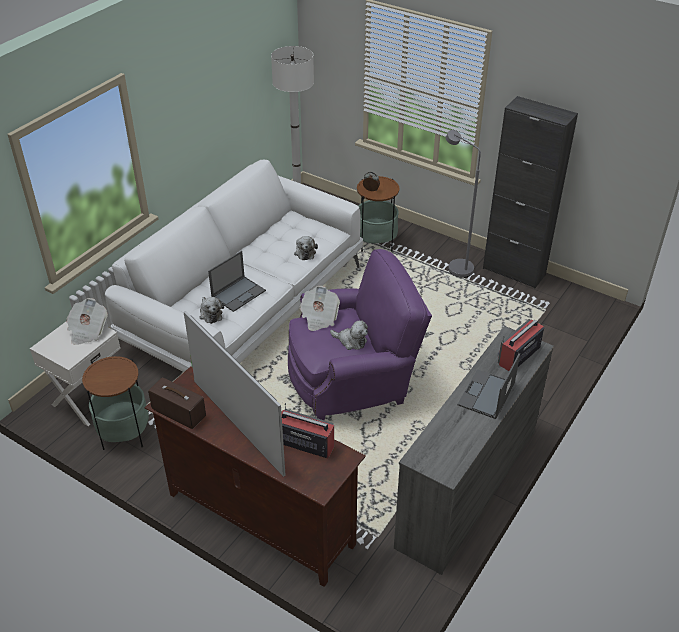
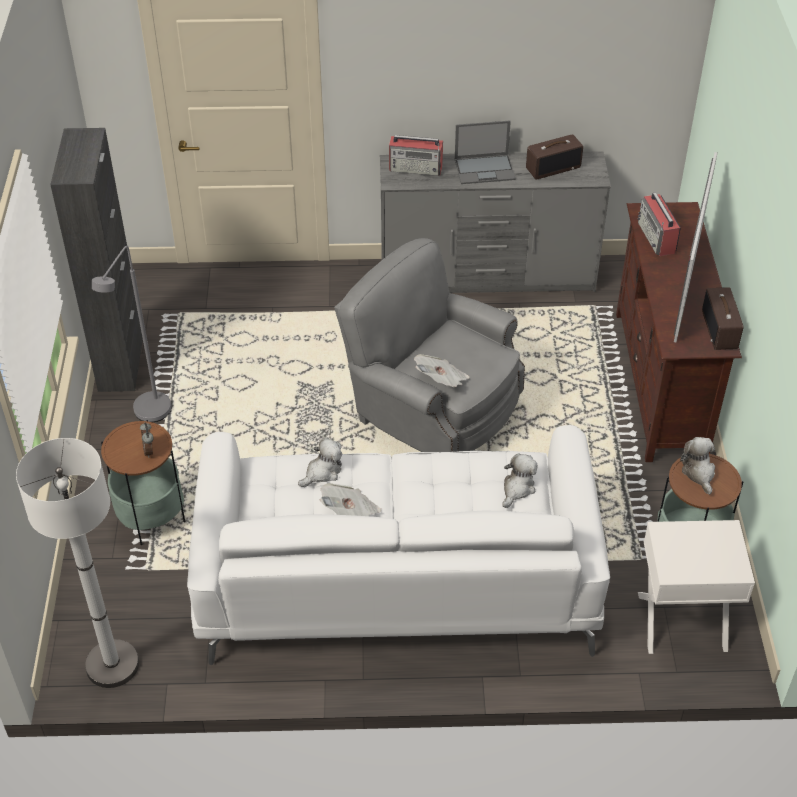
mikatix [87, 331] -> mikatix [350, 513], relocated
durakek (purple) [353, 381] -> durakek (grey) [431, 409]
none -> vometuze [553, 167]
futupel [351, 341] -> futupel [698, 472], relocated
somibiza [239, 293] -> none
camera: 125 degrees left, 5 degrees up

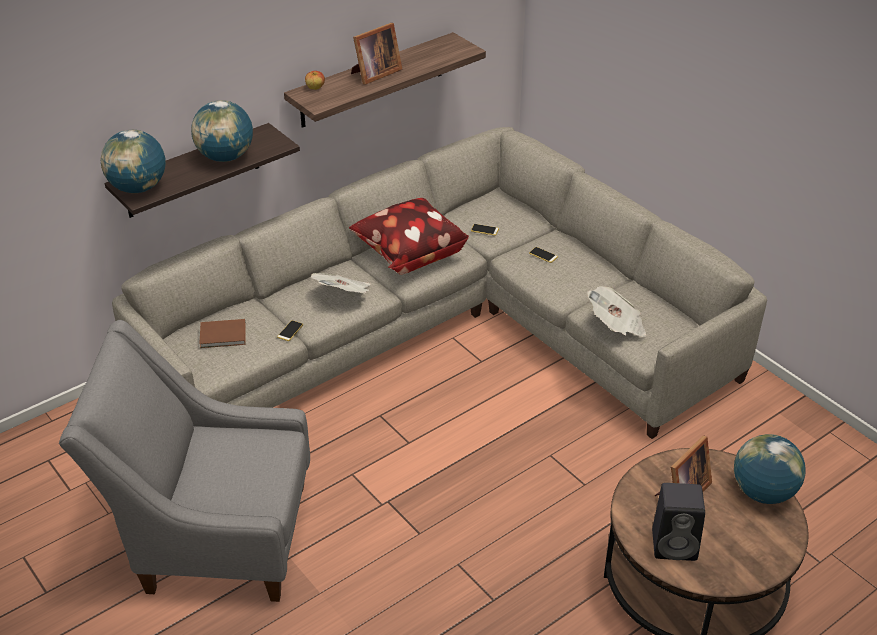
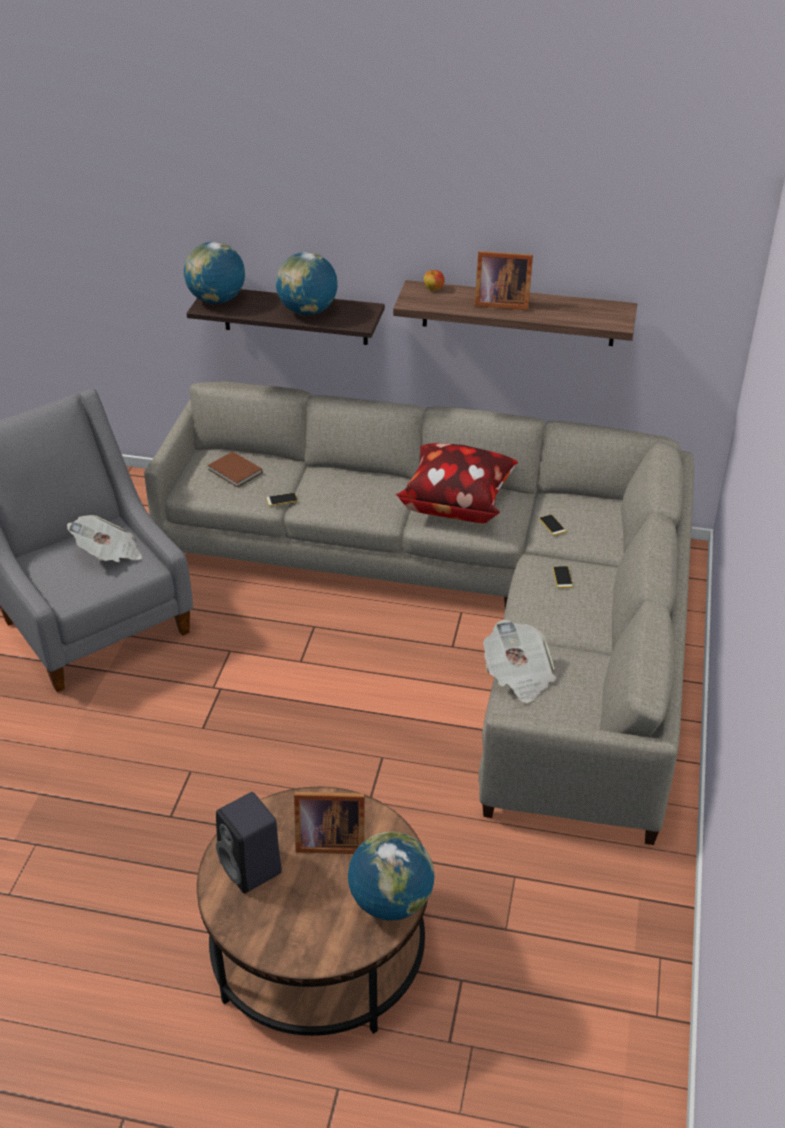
mikatix [344, 295] -> mikatix [108, 554], relocated
camera: 50 degrees right, 0 degrees up

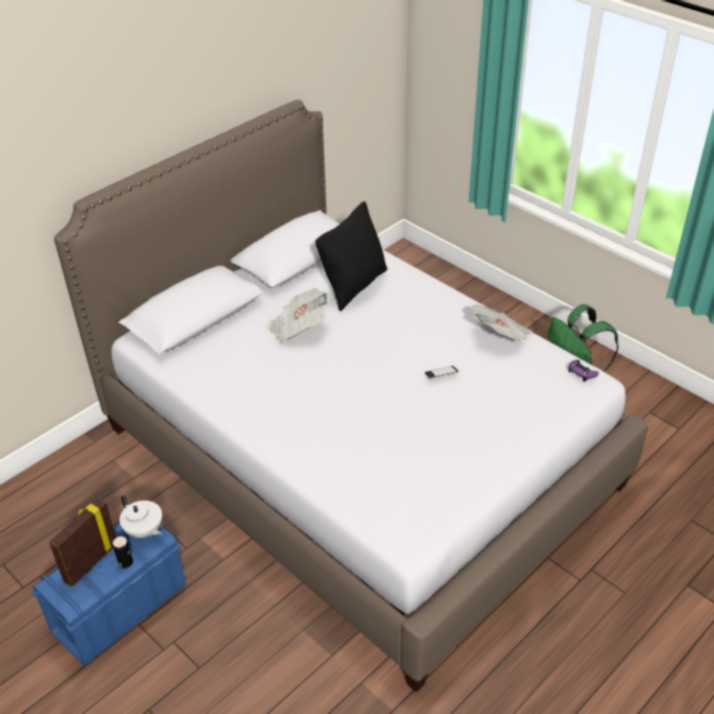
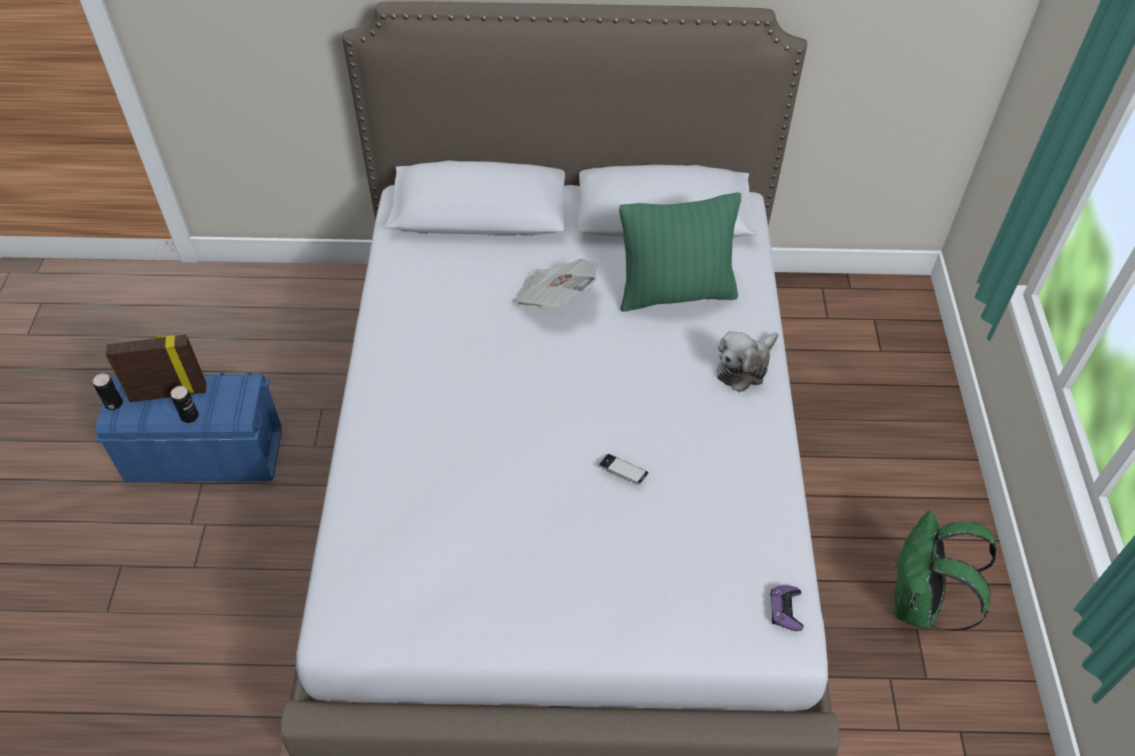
none -> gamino [114, 404]
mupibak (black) [354, 286] -> mupibak (green) [675, 293]
none -> futupel [744, 366]
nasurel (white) [144, 531] -> none
mikatix [500, 336] -> none
camera: 45 degrees right, 10 degrees up

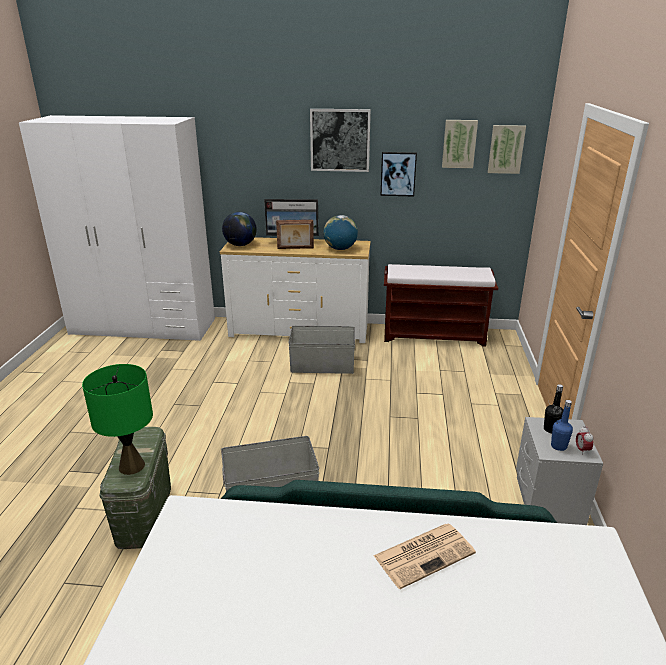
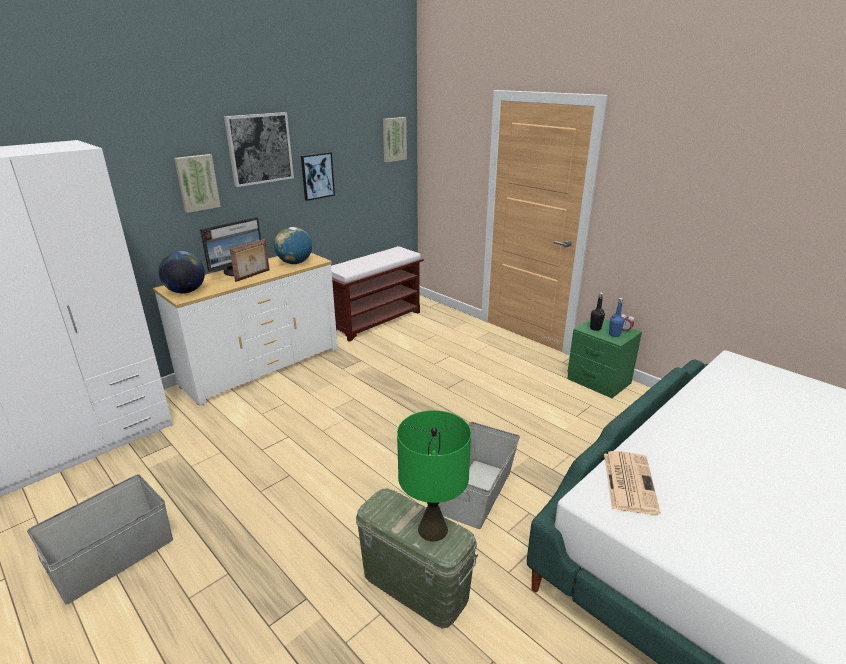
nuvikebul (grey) [322, 365] -> nuvikebul (grey) [112, 557], relocated
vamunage [459, 143] -> vamunage [197, 183], relocated
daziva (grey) [548, 501] -> daziva (green) [598, 381]
mikatix [425, 554] -> mikatix [628, 481], relocated
camera: 50 degrees left, 0 degrees up

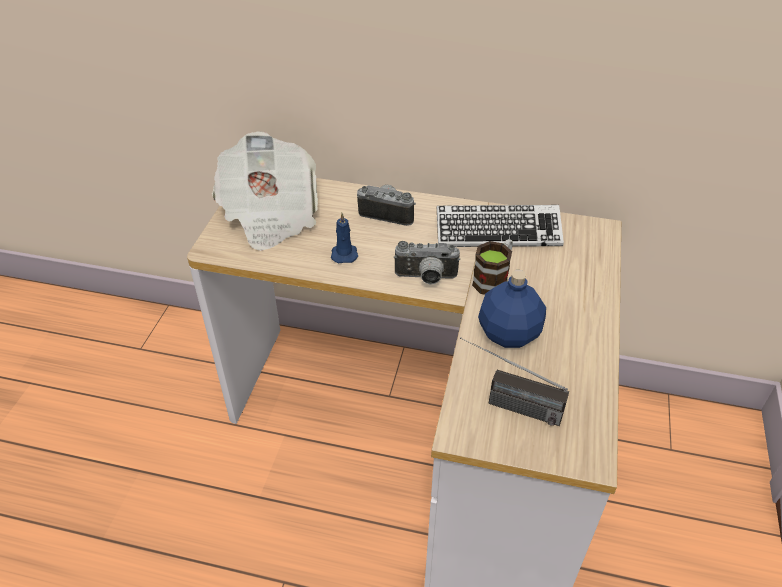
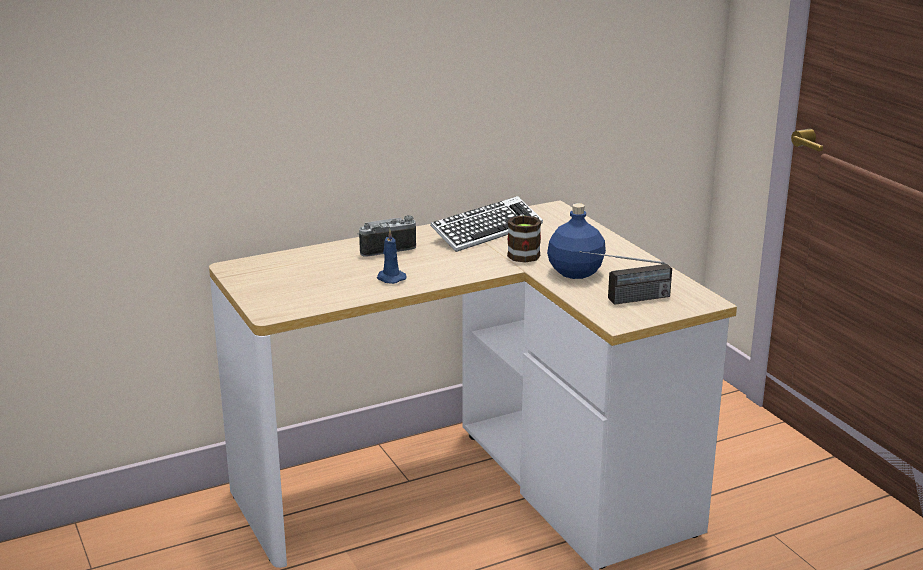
mikatix [270, 214] -> none
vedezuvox [426, 278] -> none
camera: 40 degrees left, 20 degrees down

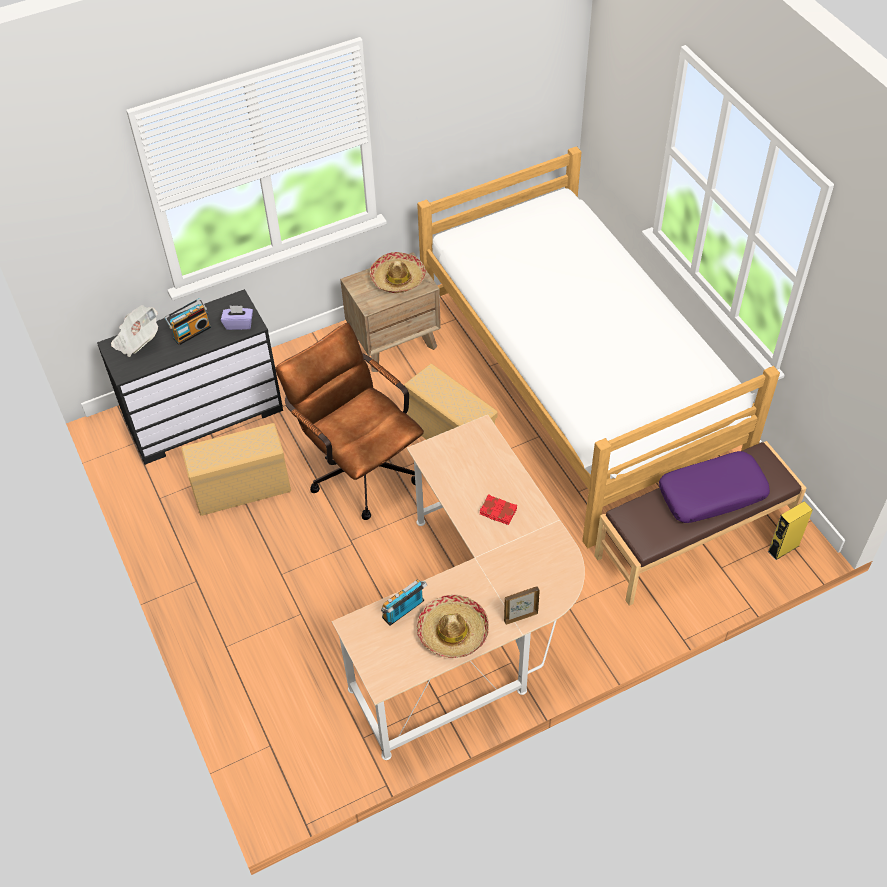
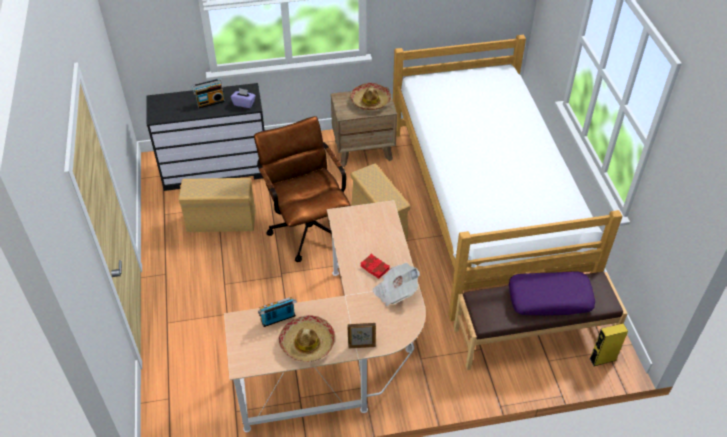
mikatix [137, 340] -> mikatix [395, 291], relocated
camera: 15 degrees right, 5 degrees down

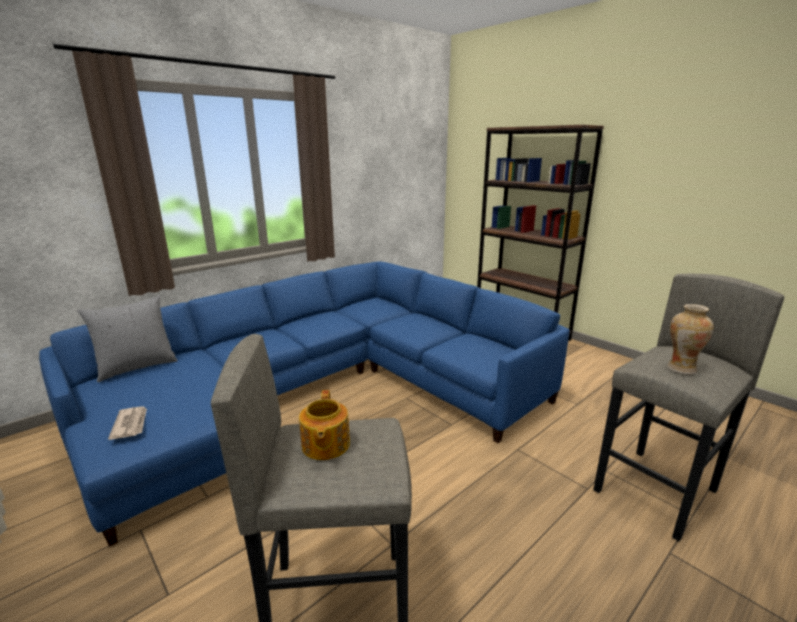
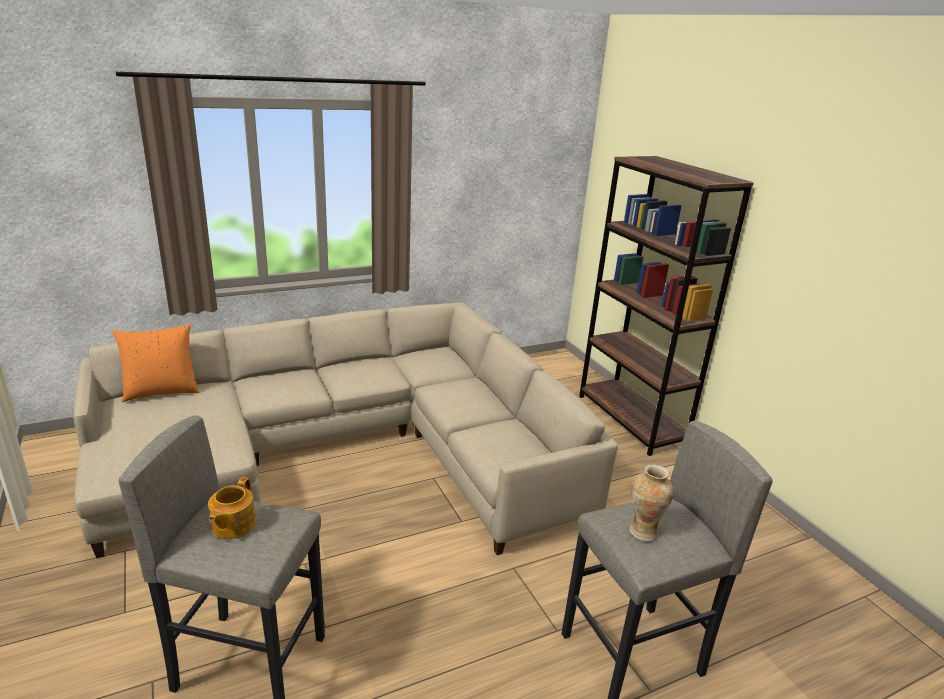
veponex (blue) [320, 393] -> veponex (beige) [346, 451]
mupibak (grey) [137, 367] -> mupibak (orange) [161, 392]
mikatix [131, 424] -> none
camera: 15 degrees right, 5 degrees up

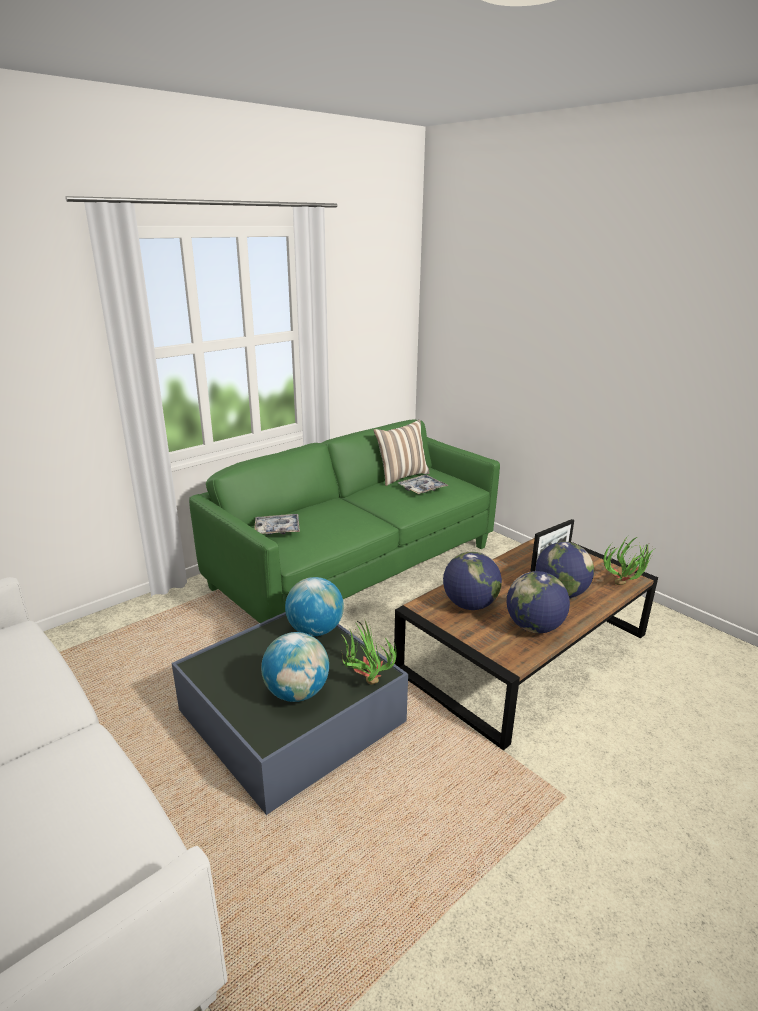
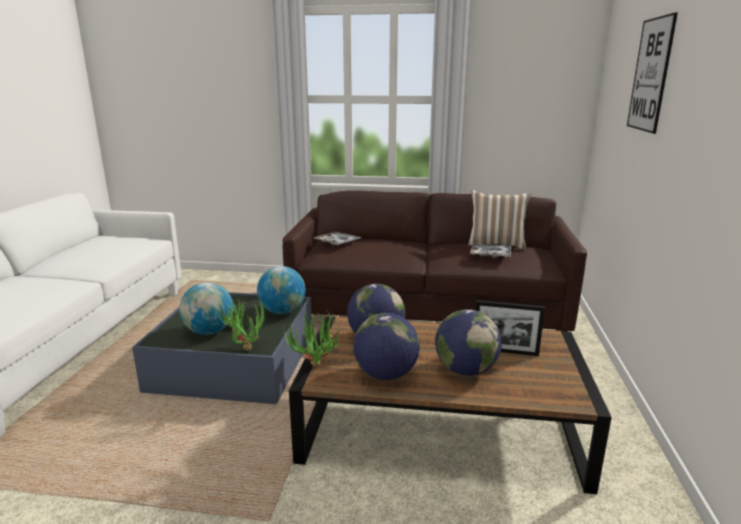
veponex (green) [357, 567] -> veponex (brown) [428, 312]
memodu [625, 586] -> memodu [316, 370], relocated
none -> vamunage [650, 75]
camera: 50 degrees right, 5 degrees down

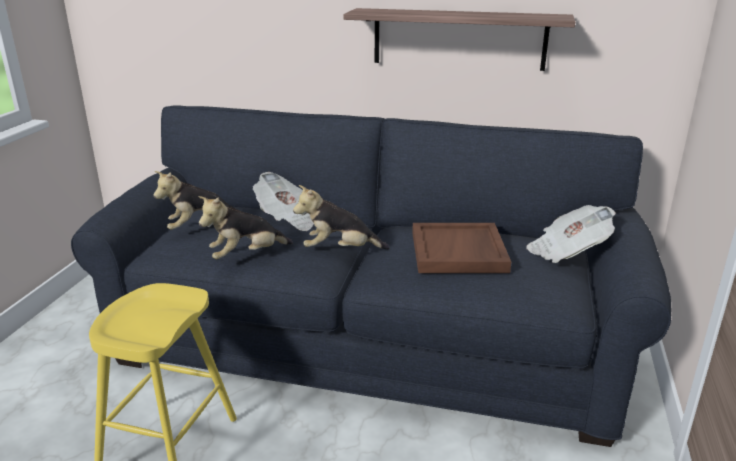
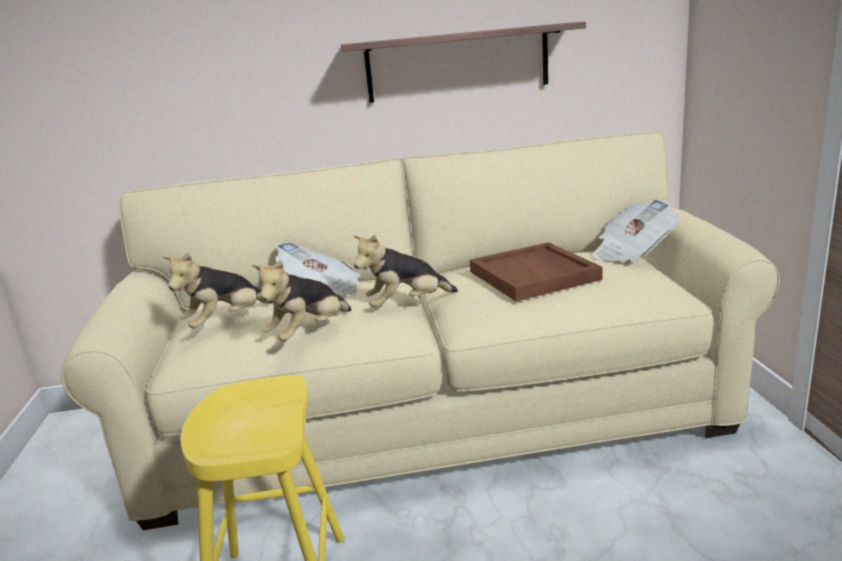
veponex (blue) [368, 343] -> veponex (beige) [434, 415]
camera: 20 degrees left, 5 degrees down

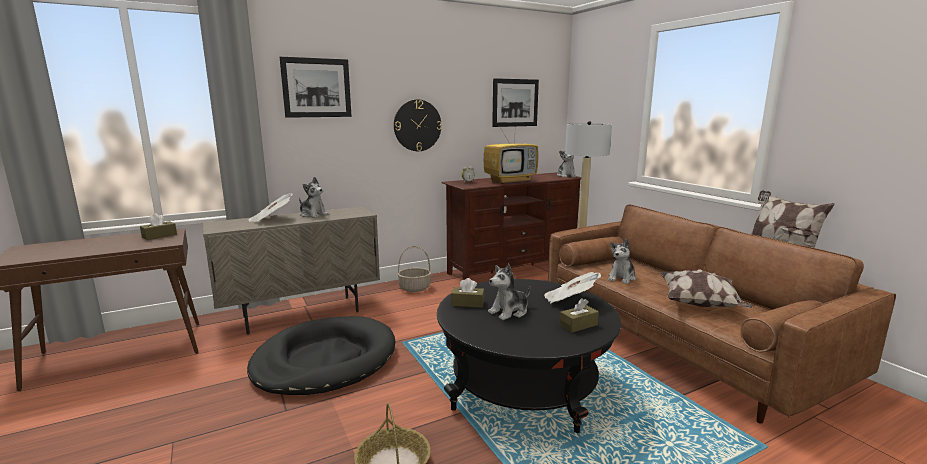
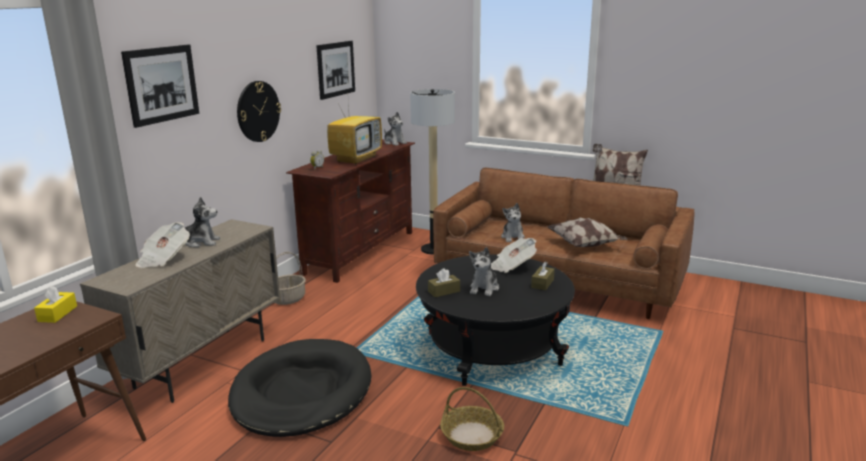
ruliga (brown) [159, 236] -> ruliga (yellow) [57, 314]
camera: 35 degrees left, 5 degrees up

